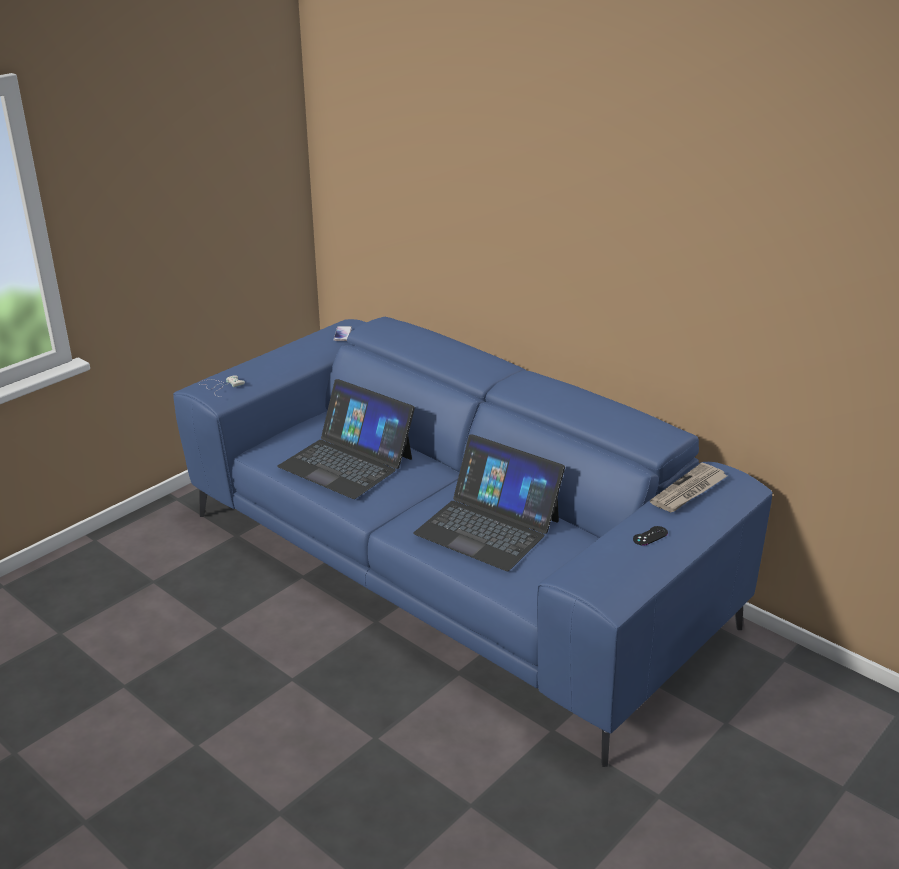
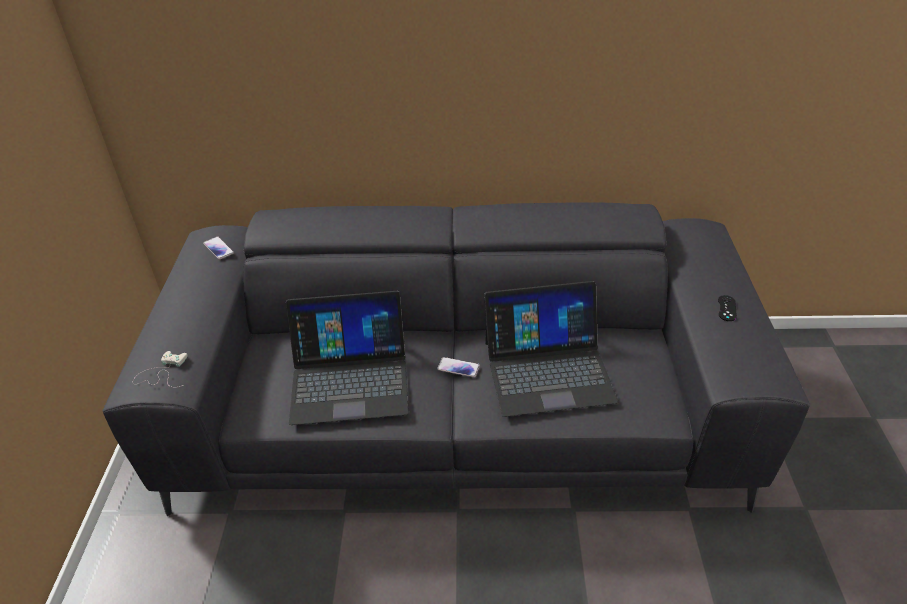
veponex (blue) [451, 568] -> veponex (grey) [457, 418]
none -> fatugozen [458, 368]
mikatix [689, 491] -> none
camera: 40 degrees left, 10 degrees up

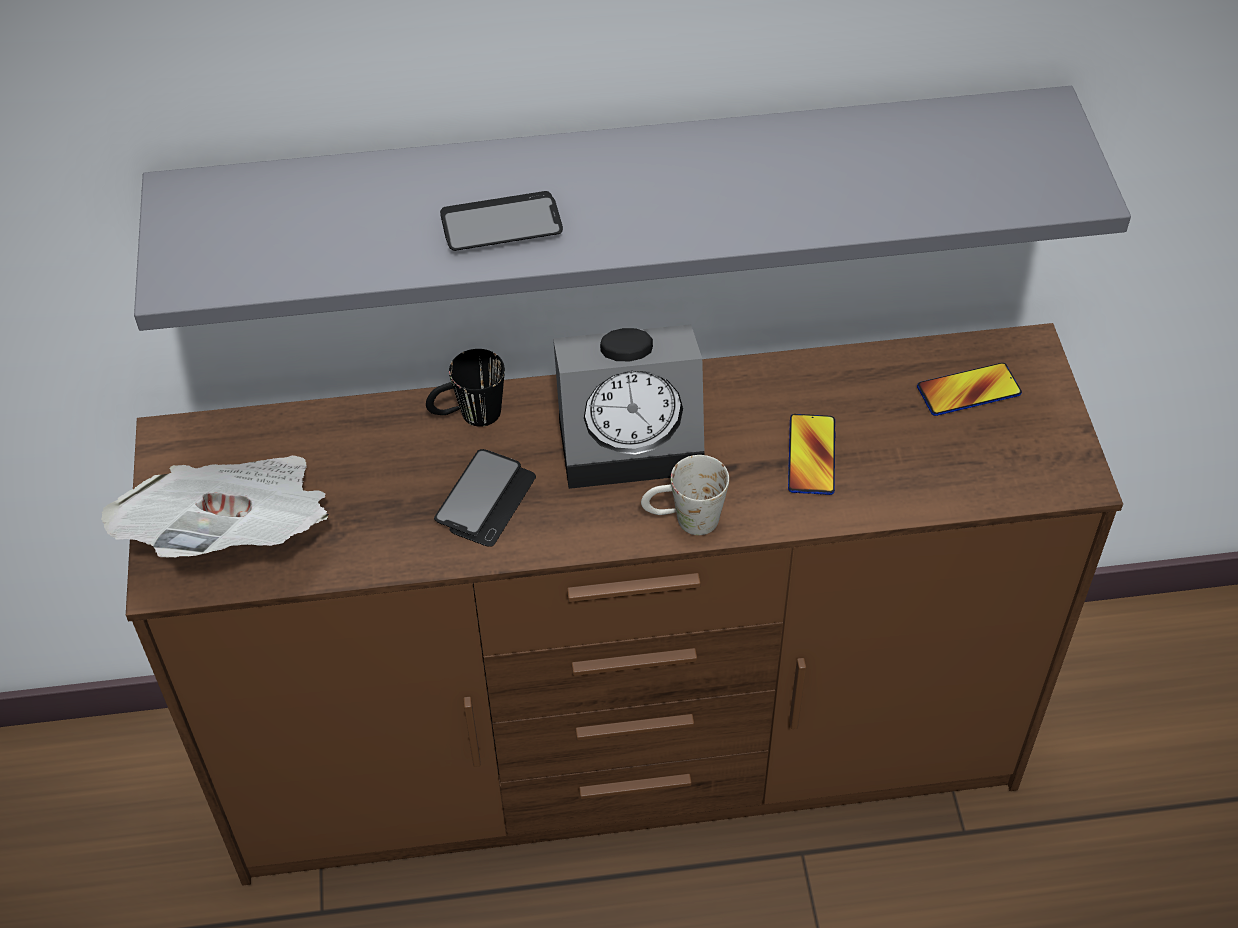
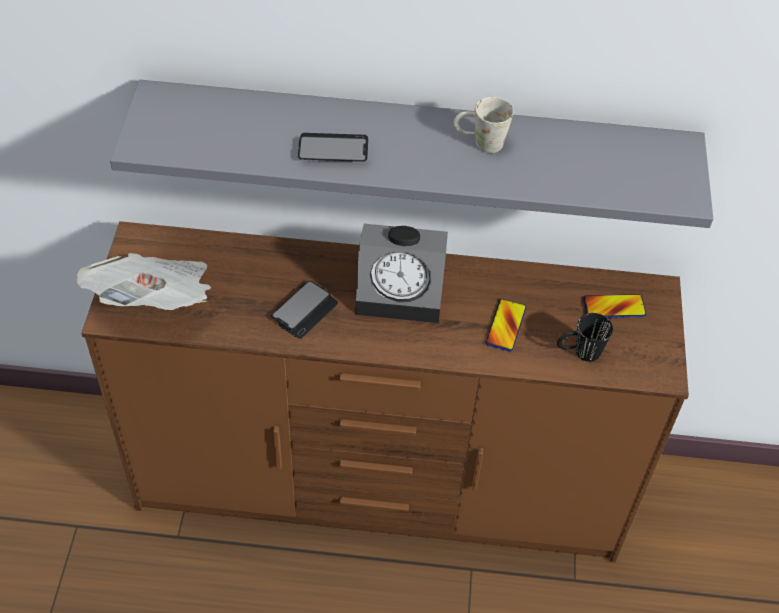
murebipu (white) [683, 520] -> murebipu (white) [479, 143], relocated
murebipu (black) [468, 416] -> murebipu (black) [579, 352], relocated
camera: 10 degrees right, 0 degrees up

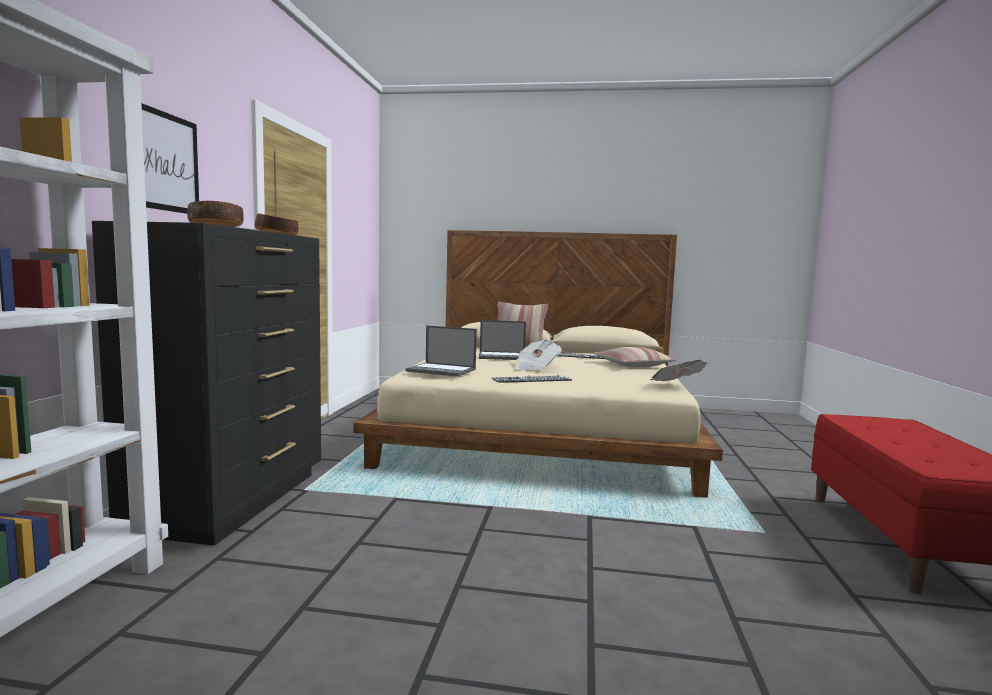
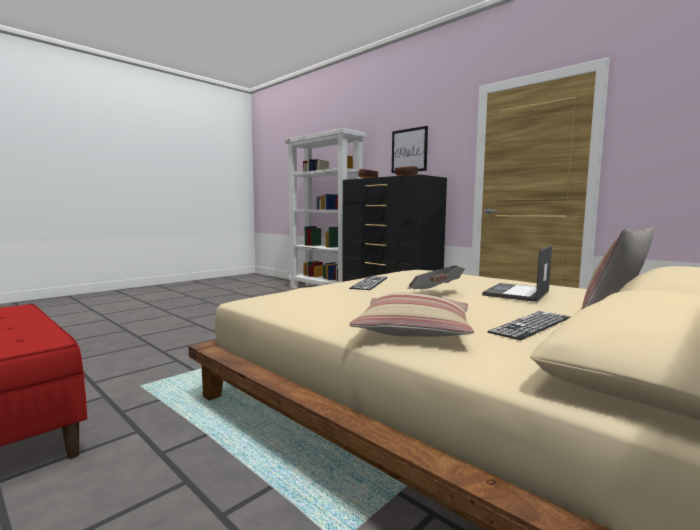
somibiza [442, 370] -> none
mikatix [676, 386] -> none
camera: 125 degrees right, 0 degrees up

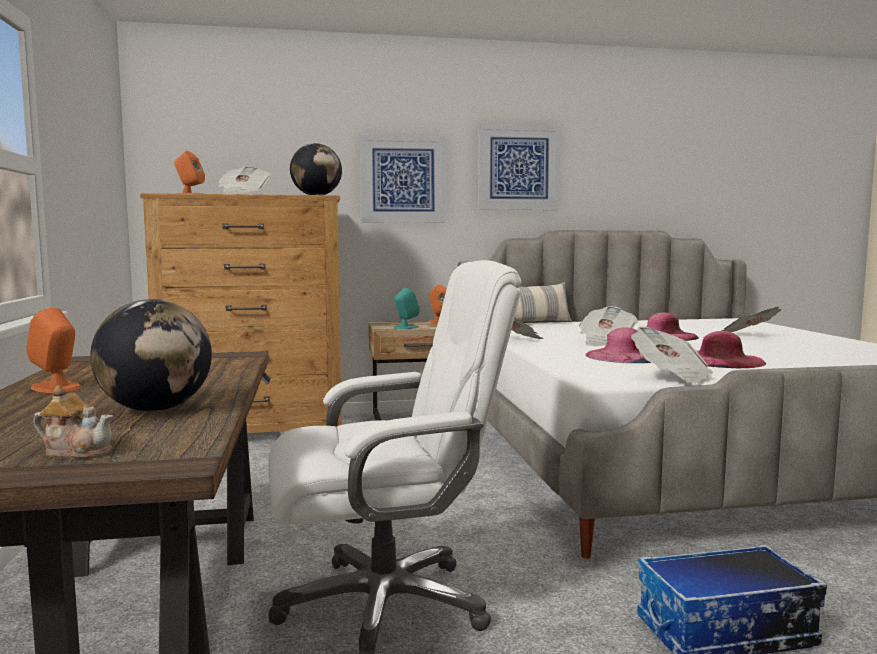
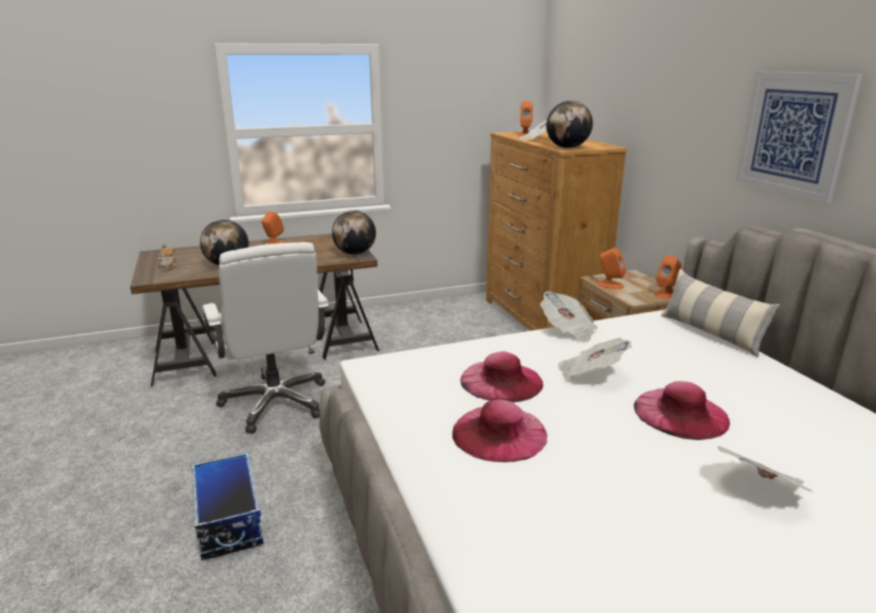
none -> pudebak [355, 253]
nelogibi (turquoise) [406, 327] -> nelogibi (orange) [610, 285]
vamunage [403, 179] -> none
mikatix [671, 375] -> none
camera: 80 degrees right, 15 degrees up

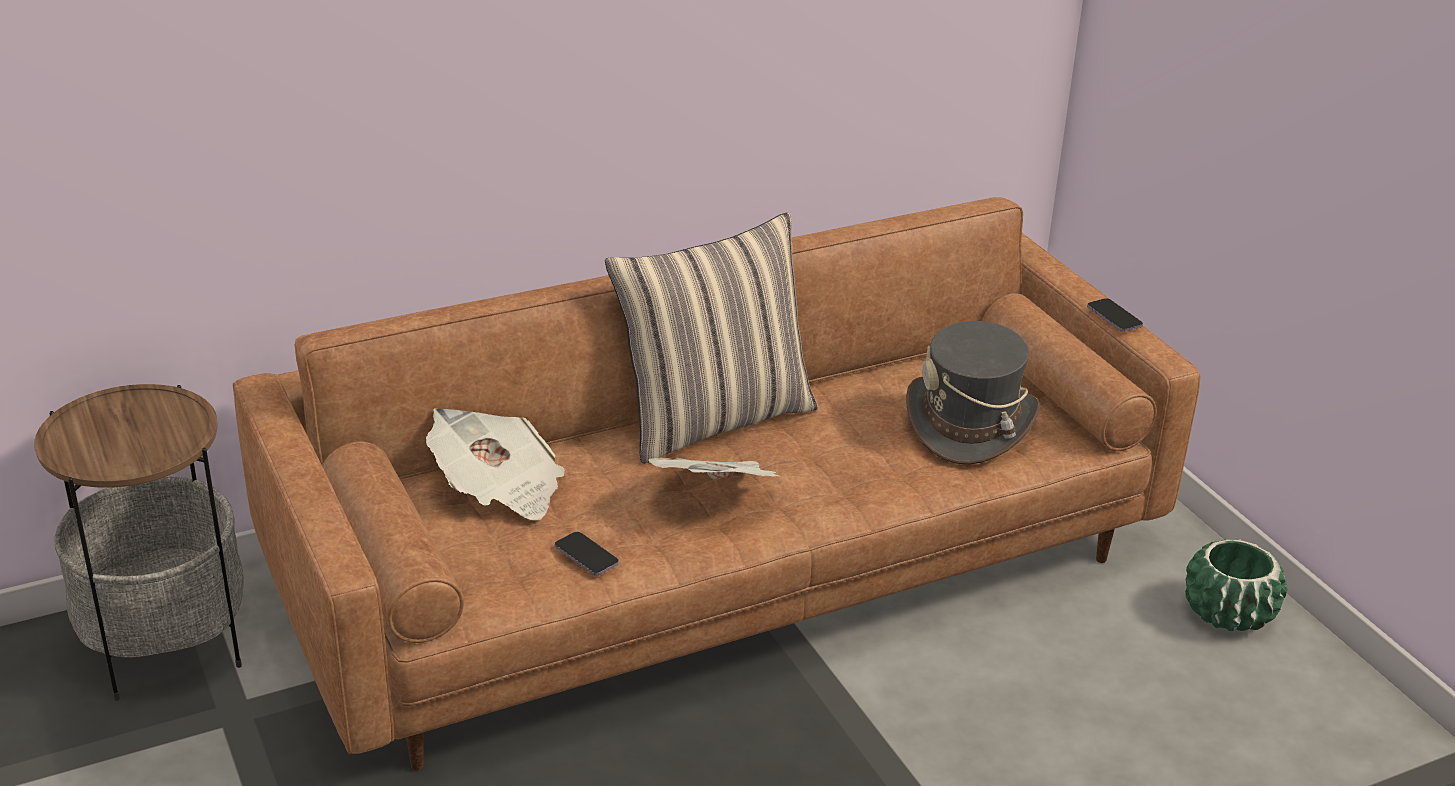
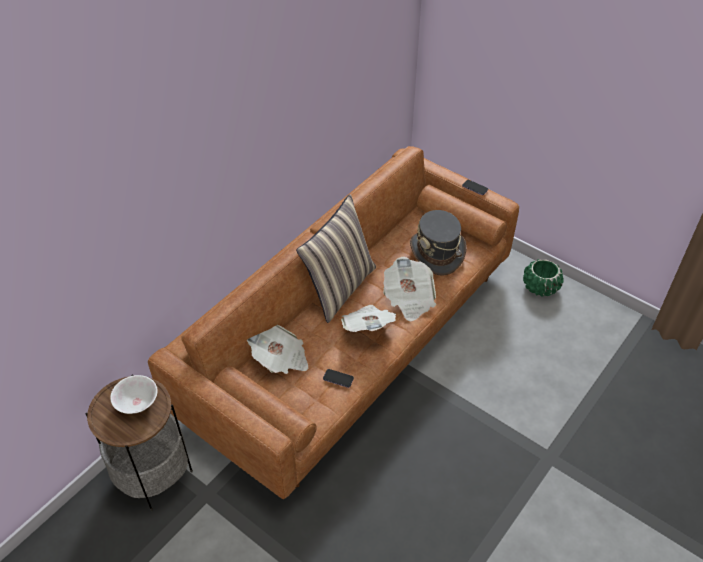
none -> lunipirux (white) [137, 403]
none -> mikatix [409, 299]
camera: 25 degrees left, 15 degrees up

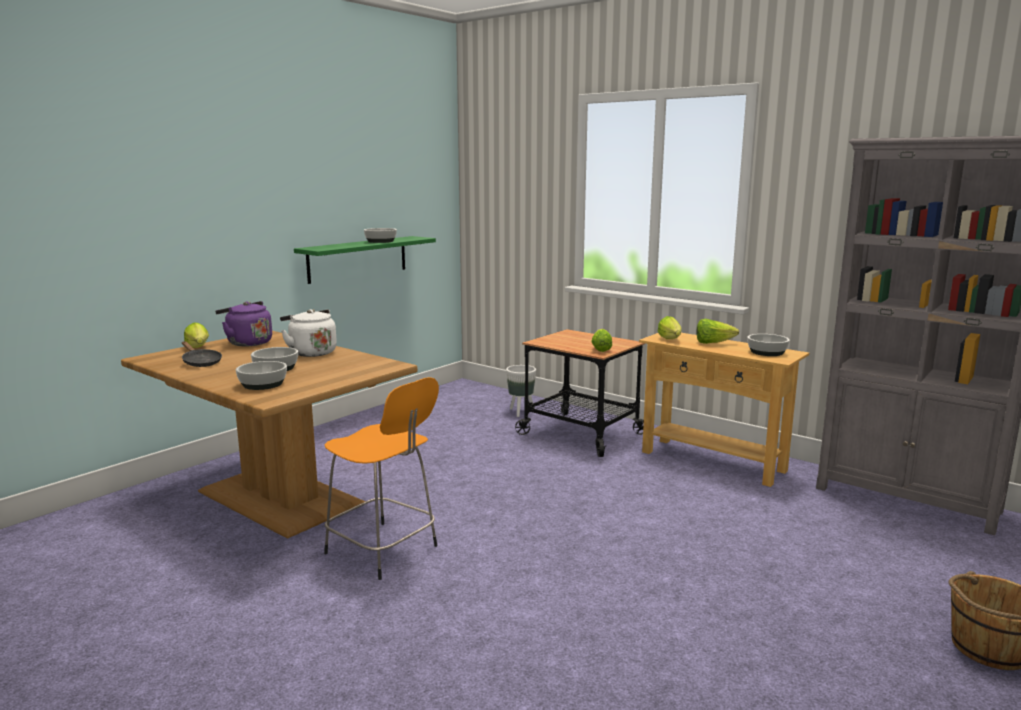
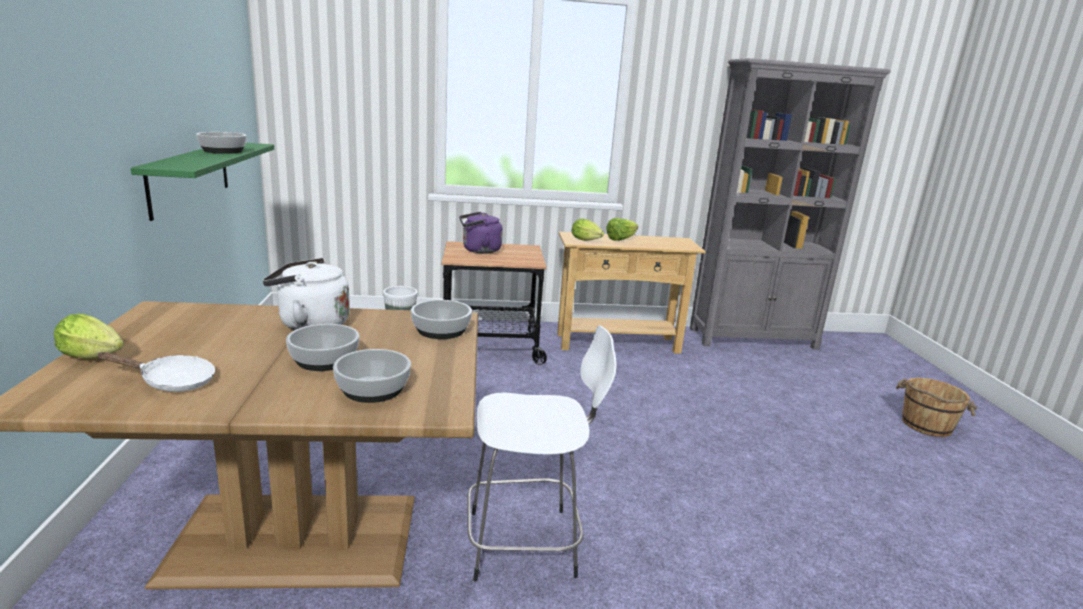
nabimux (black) [200, 362] -> nabimux (white) [171, 381]
lunipirux [766, 352] -> lunipirux [440, 330], relocated
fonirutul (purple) [247, 343] -> fonirutul (purple) [479, 250], relocated
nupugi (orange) [384, 551] -> nupugi (white) [527, 543]
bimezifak [601, 349] -> none
camera: 45 degrees left, 5 degrees up

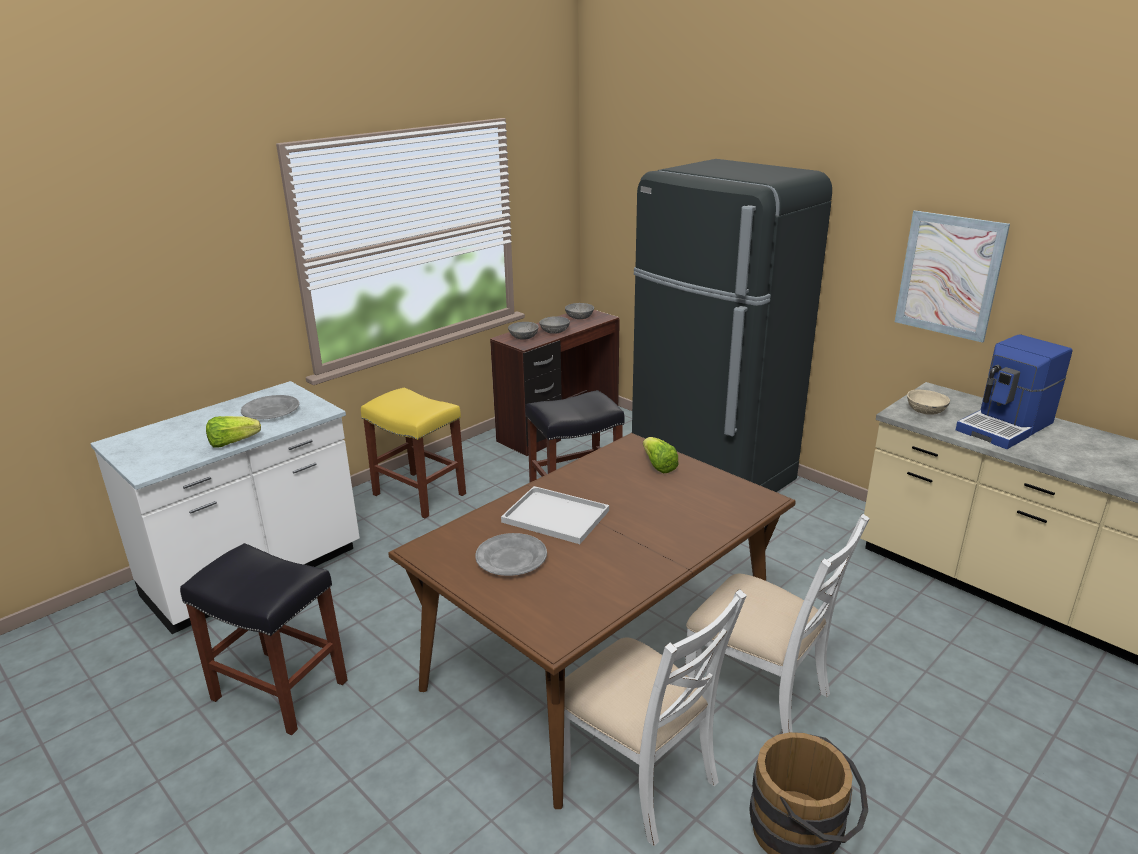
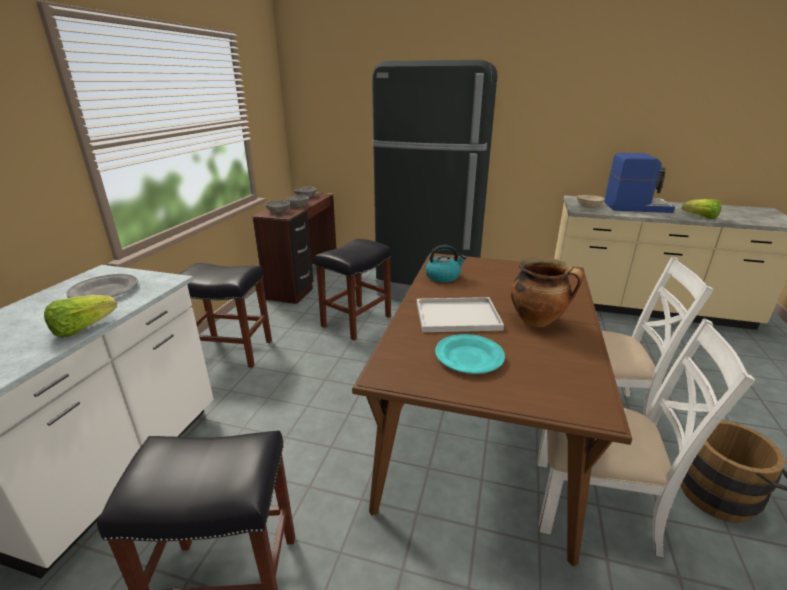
nupugi (yellow) [418, 494] -> nupugi (black) [230, 351]
none -> fonirutul [443, 276]
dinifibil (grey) [511, 558] -> dinifibil (turquoise) [468, 357]
none -> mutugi [538, 320]
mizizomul [1006, 427] -> mizizomul [635, 207], 105 degrees counterclockwise
bimezifak [658, 466] -> bimezifak [700, 217], relocated
vamunage [949, 275] -> none
camera: 30 degrees left, 0 degrees up

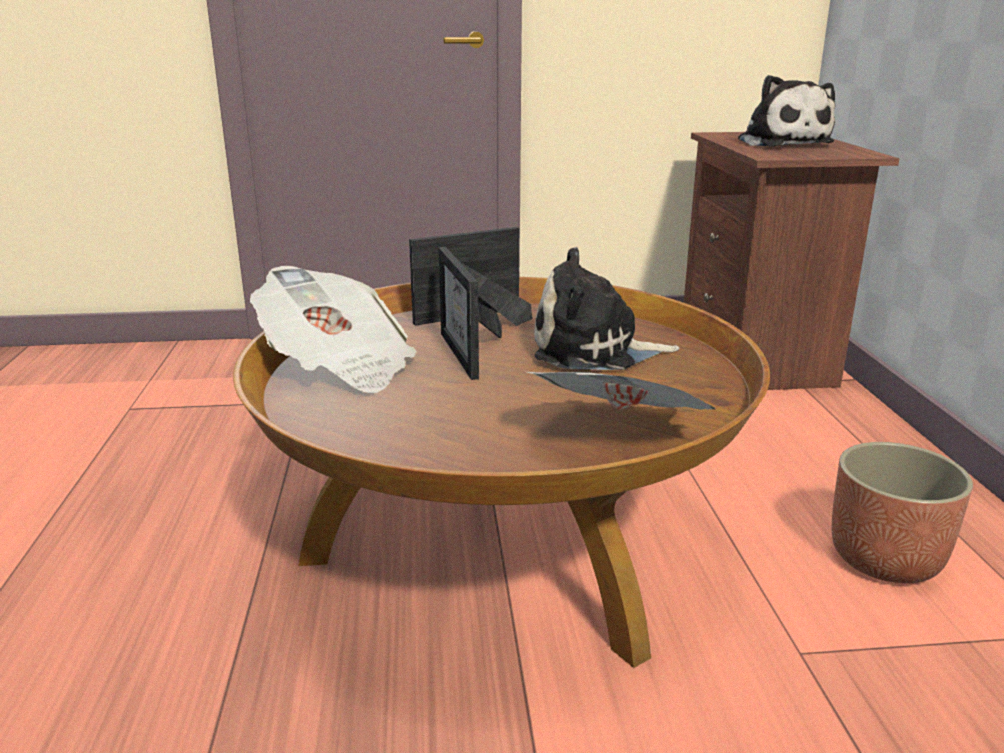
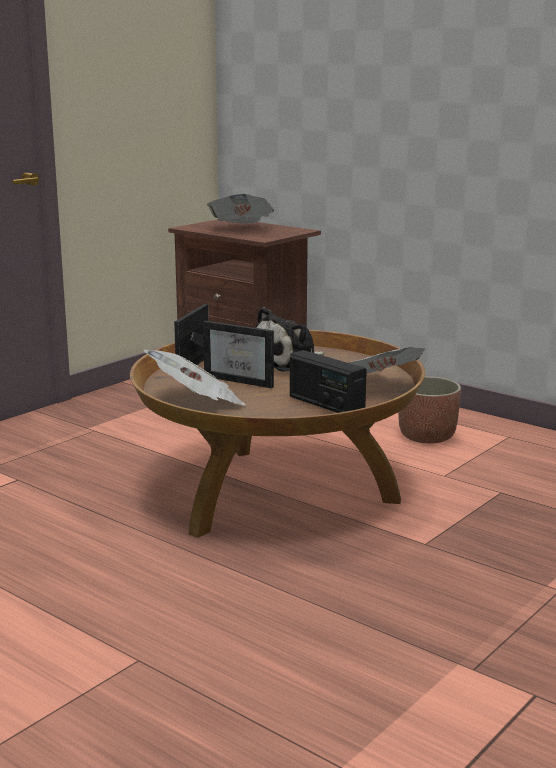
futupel [782, 143] -> mikatix [241, 228]
none -> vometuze [326, 405]
camera: 45 degrees left, 5 degrees down

